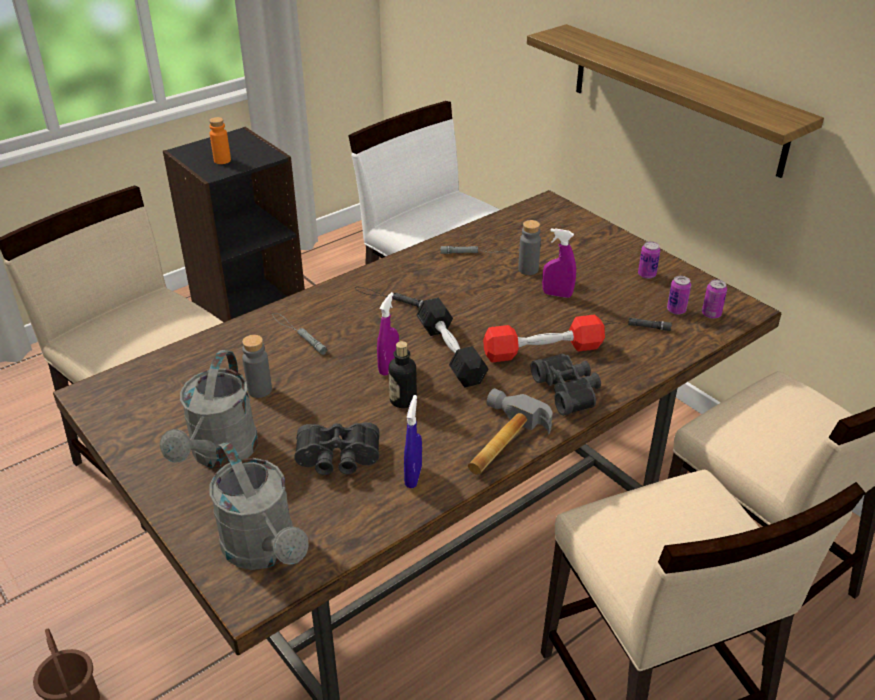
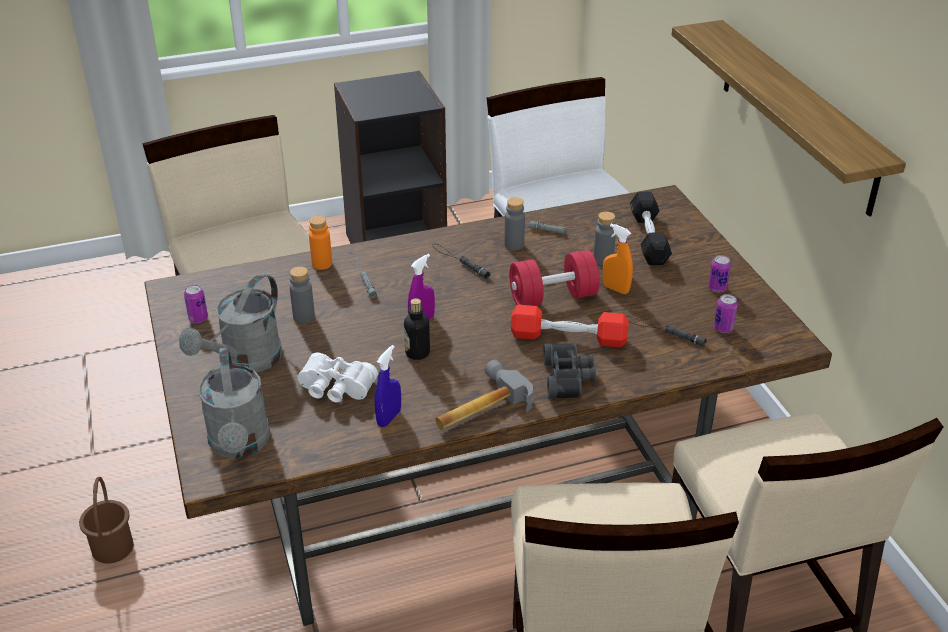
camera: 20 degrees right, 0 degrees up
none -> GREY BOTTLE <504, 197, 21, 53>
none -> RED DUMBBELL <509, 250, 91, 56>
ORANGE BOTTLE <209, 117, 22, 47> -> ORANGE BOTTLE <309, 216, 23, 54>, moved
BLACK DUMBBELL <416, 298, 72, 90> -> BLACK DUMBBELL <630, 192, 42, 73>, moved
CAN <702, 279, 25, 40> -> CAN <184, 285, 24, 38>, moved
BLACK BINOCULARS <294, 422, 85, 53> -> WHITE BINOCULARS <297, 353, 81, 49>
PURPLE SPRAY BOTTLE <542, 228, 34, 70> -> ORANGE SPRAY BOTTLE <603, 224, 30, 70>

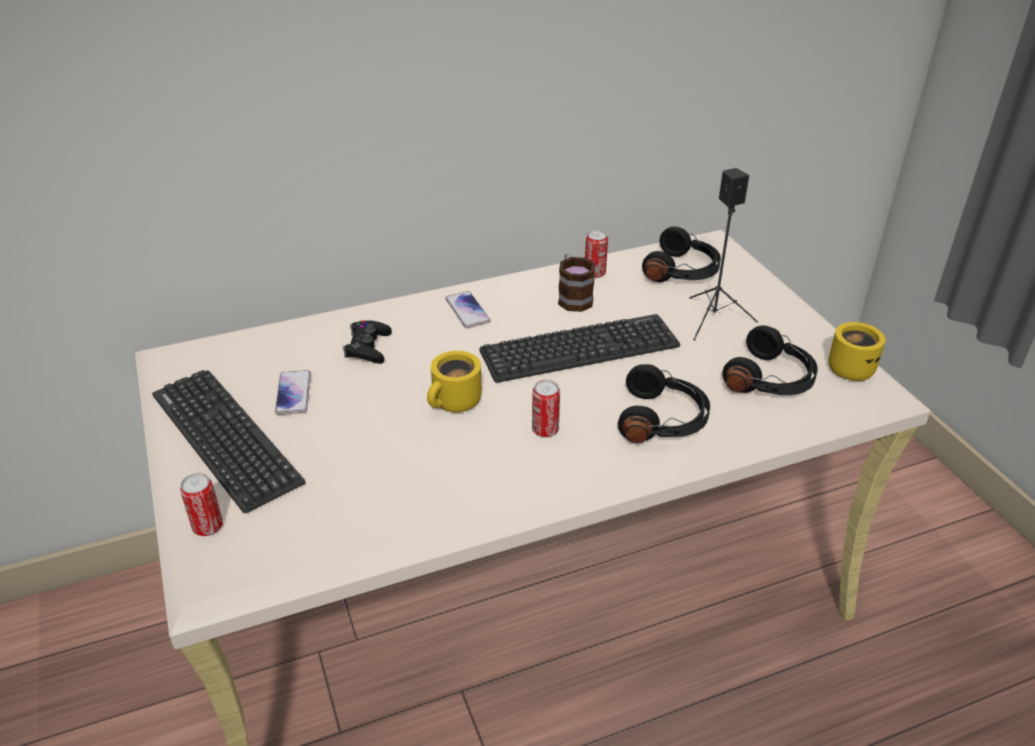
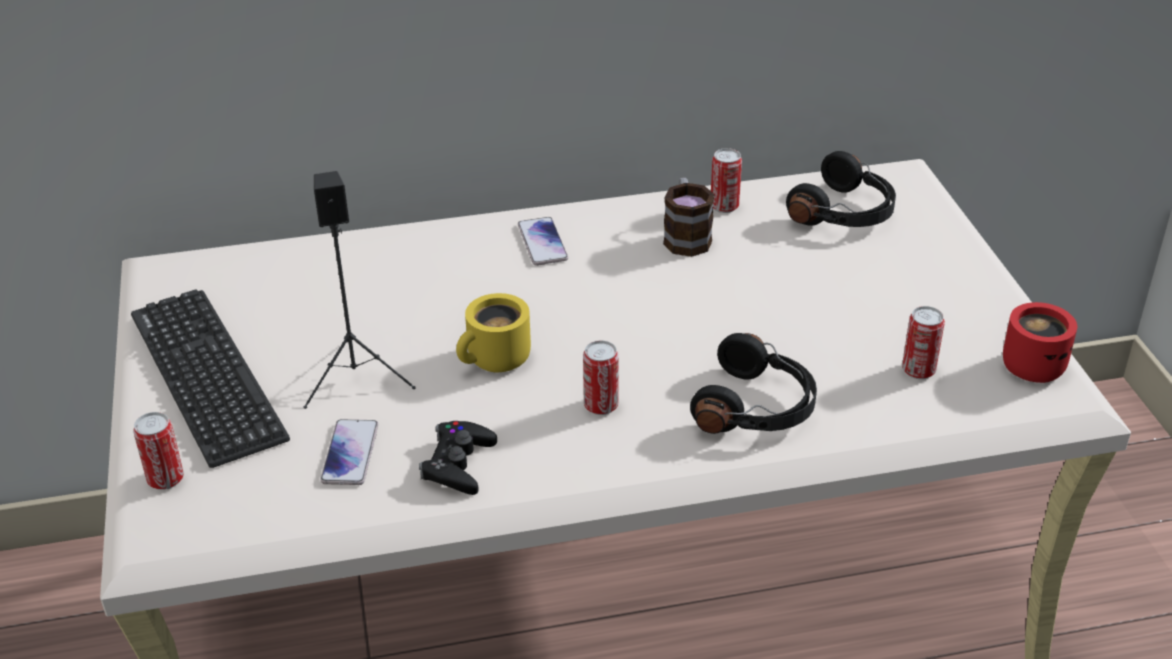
camera: 10 degrees right, 0 degrees up
KEYBOARD <479, 314, 201, 69> -> none
PHONE <275, 370, 36, 45> -> PHONE <320, 419, 58, 66>, moved
BLACK GAME CONTROLLER <343, 320, 49, 44> -> BLACK GAME CONTROLLER <419, 421, 78, 74>, moved
BLACK SPEAKER <689, 168, 69, 172> -> BLACK SPEAKER <303, 171, 113, 238>, moved
BLACK HEADPHONES <722, 325, 96, 70> -> CAN <902, 306, 43, 73>
YELLOW MUG <829, 322, 57, 59> -> RED MUG <1003, 302, 74, 81>

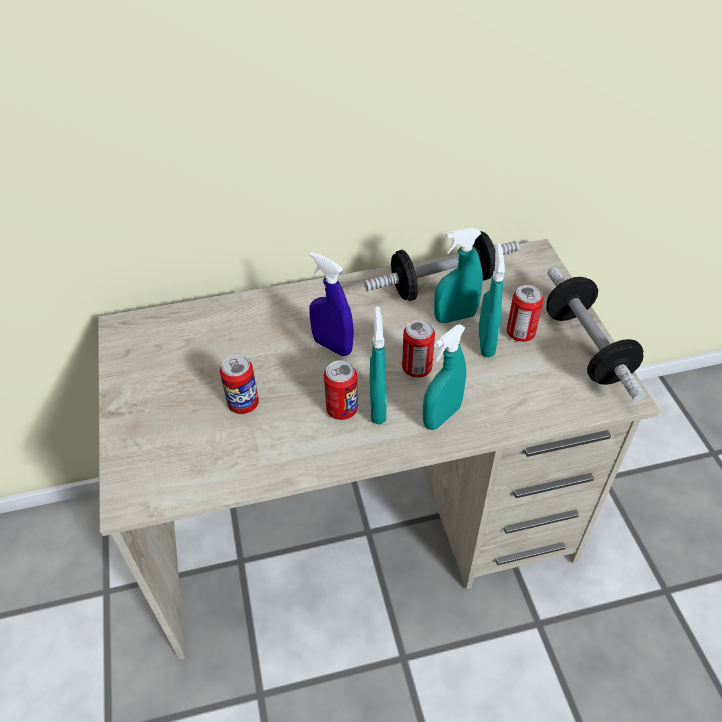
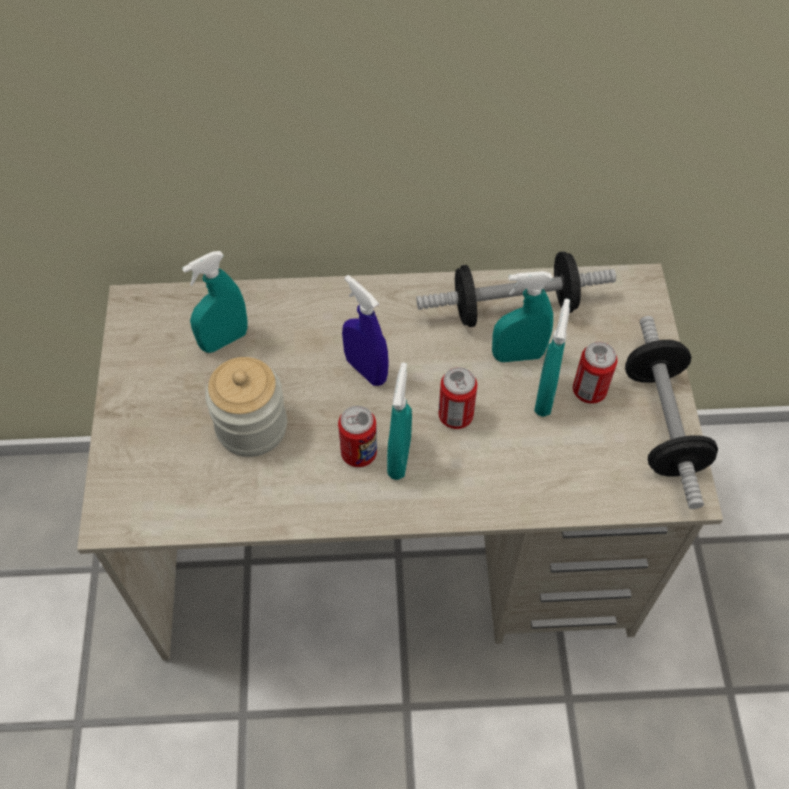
camera: 10 degrees right, 10 degrees up
TURQUOISE SPRAY BOTTLE <423, 324, 43, 106> -> TURQUOISE SPRAY BOTTLE <182, 251, 66, 102>, moved
CAN <220, 355, 39, 59> -> JAR <205, 357, 82, 100>

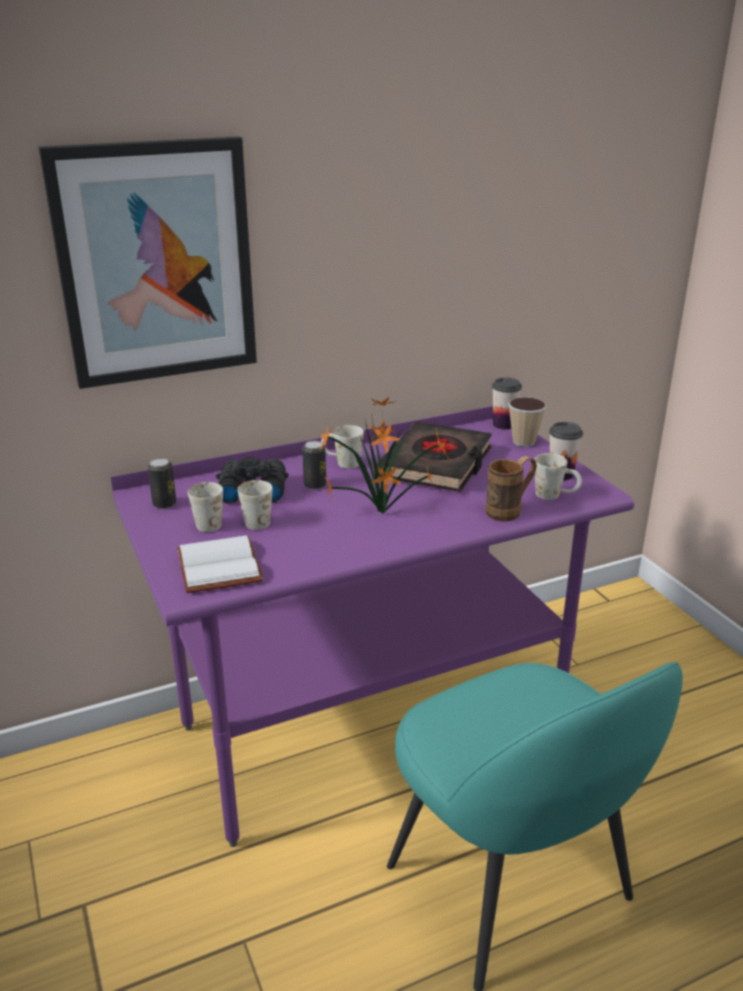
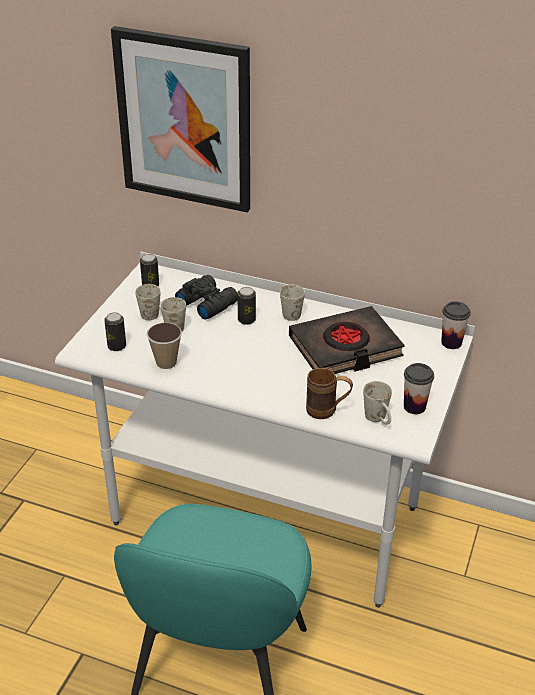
camera: 45 degrees right, 10 degrees up
POTTED PLANT <319, 397, 133, 117> -> none
CUP <508, 397, 39, 50> -> CUP <147, 323, 35, 46>, moved
WHITE BOOK <177, 535, 86, 58> -> CAN <104, 312, 22, 39>
PURPLE DESK <111, 406, 523, 441> -> WHITE DESK <55, 251, 420, 357>

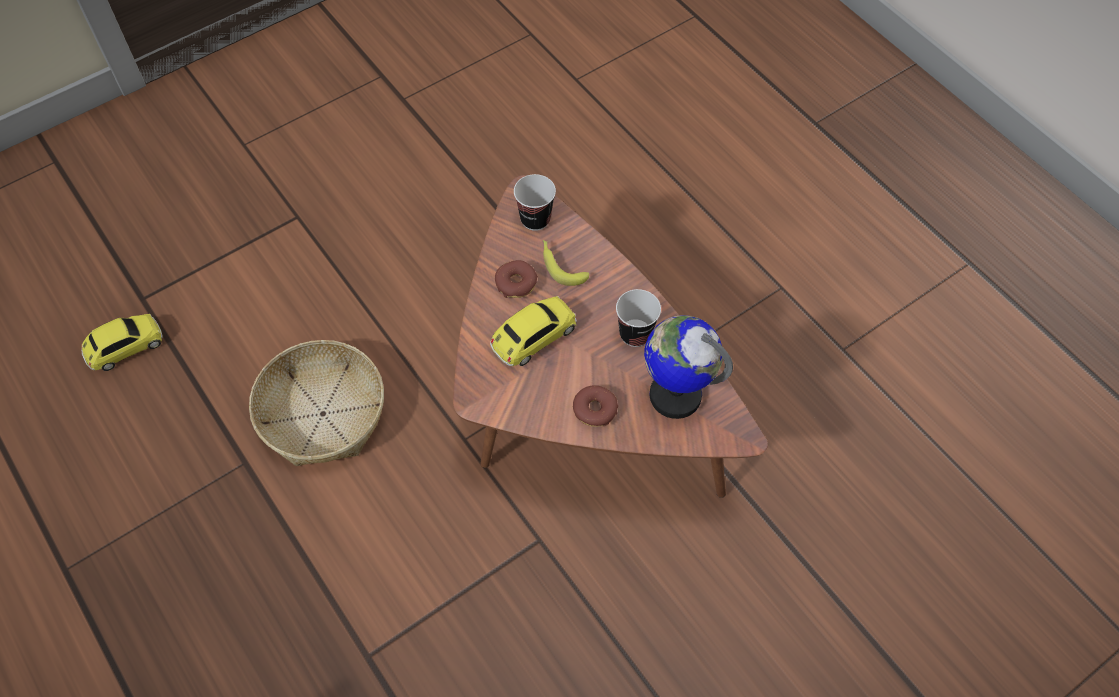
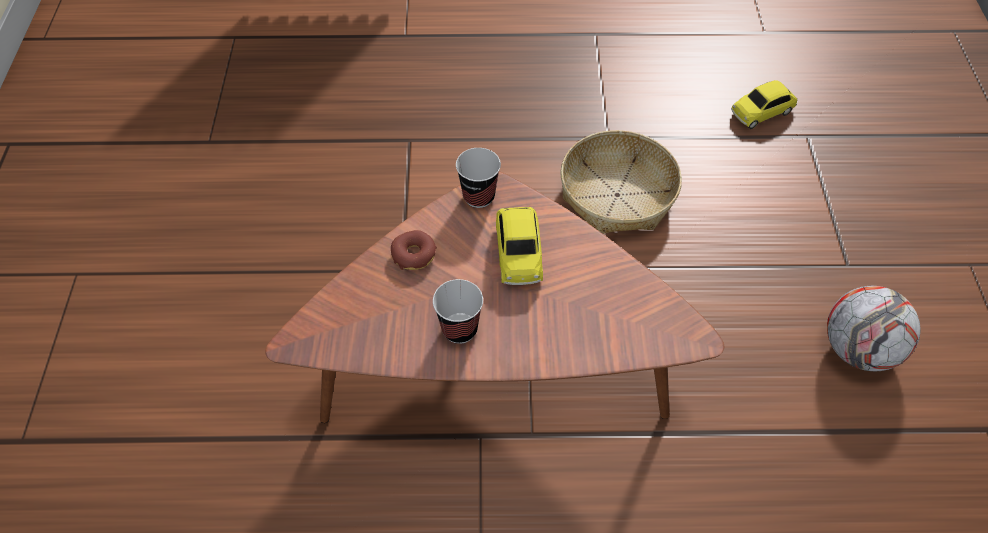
camera: 125 degrees right, 5 degrees down
DONUT <495, 260, 43, 38> -> none
BANANA <543, 240, 46, 46> -> none
GLOBE <644, 315, 89, 104> -> none
none -> FOOTBALL <827, 286, 93, 85>
CUP <514, 174, 42, 57> -> CUP <456, 148, 45, 60>, moved
TOY CAR <81, 314, 81, 57> -> TOY CAR <731, 80, 66, 49>, 60 degrees clockwise

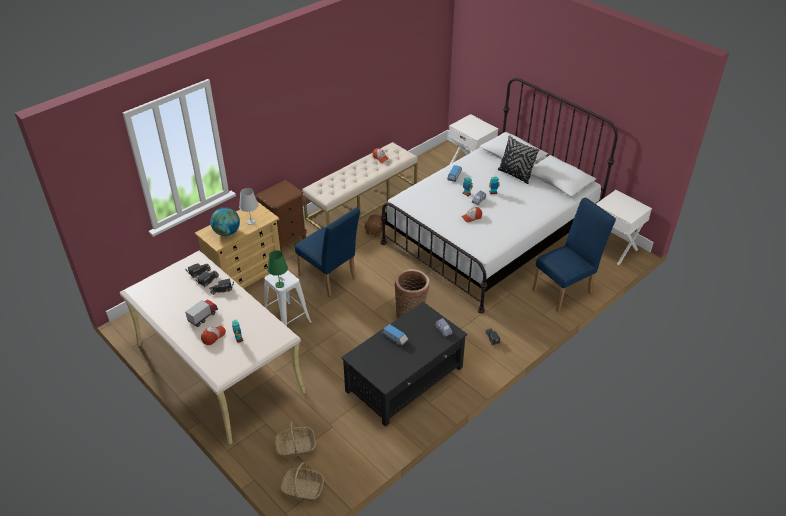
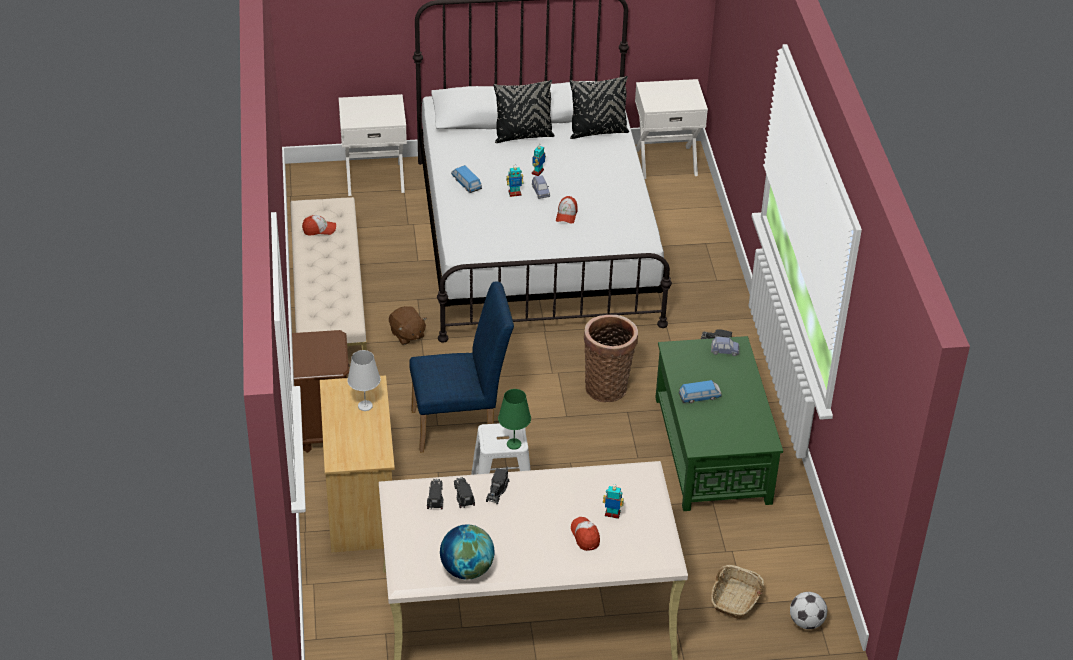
camera: 55 degrees left, 0 degrees up
TOY TRUCK <185, 299, 33, 28> -> none
BLUE CHAIR <532, 198, 84, 114> -> none
none -> BLACK PILLOW <570, 76, 59, 63>
GLOBE <210, 207, 30, 29> -> GLOBE <440, 524, 55, 56>, moved
BASKET <281, 462, 43, 39> -> FOOTBALL <790, 592, 37, 37>
BLACK COFFEE TABLE <341, 302, 126, 125> -> GREEN COFFEE TABLE <655, 336, 128, 175>

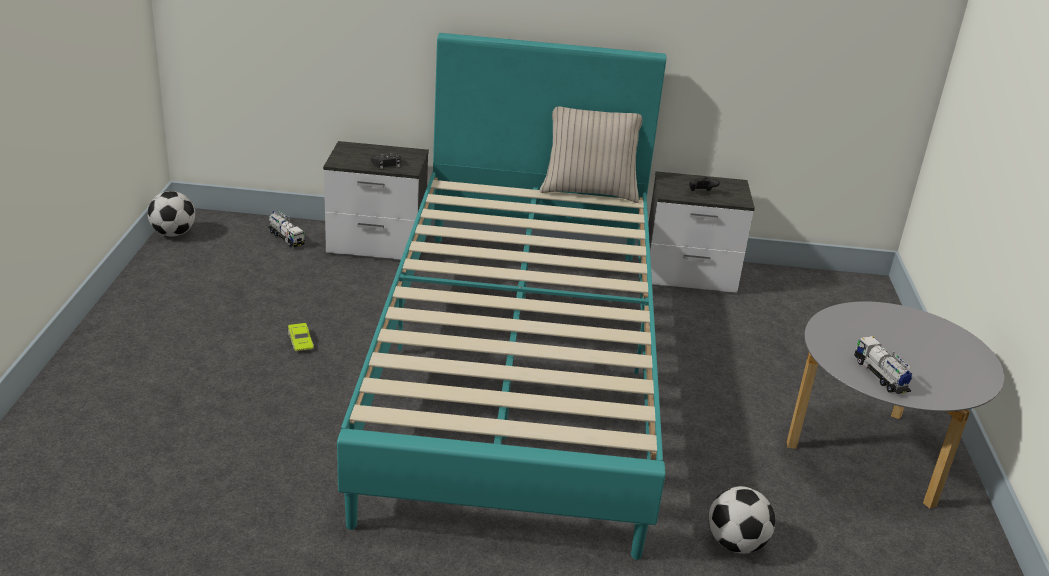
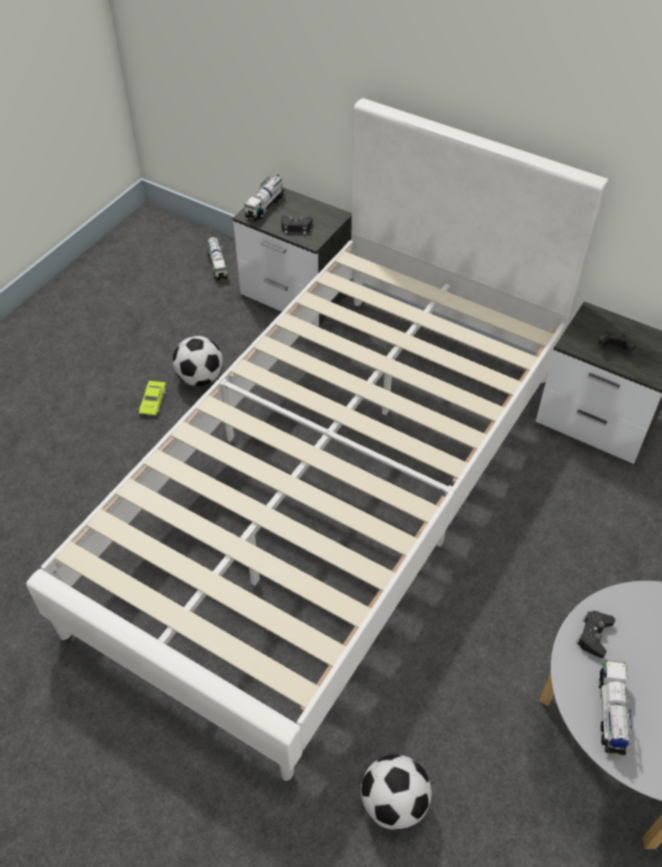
camera: 30 degrees right, 20 degrees up
BEIGE PILLOW <540, 106, 102, 97> -> none
none -> TOY TRUCK <244, 174, 41, 47>
none -> BLACK GAME CONTROLLER <576, 611, 39, 47>
FOOTBALL <148, 191, 47, 46> -> FOOTBALL <173, 336, 50, 50>, moved
TURQUOISE BED <337, 33, 329, 527> -> WHITE BED <26, 98, 582, 683>

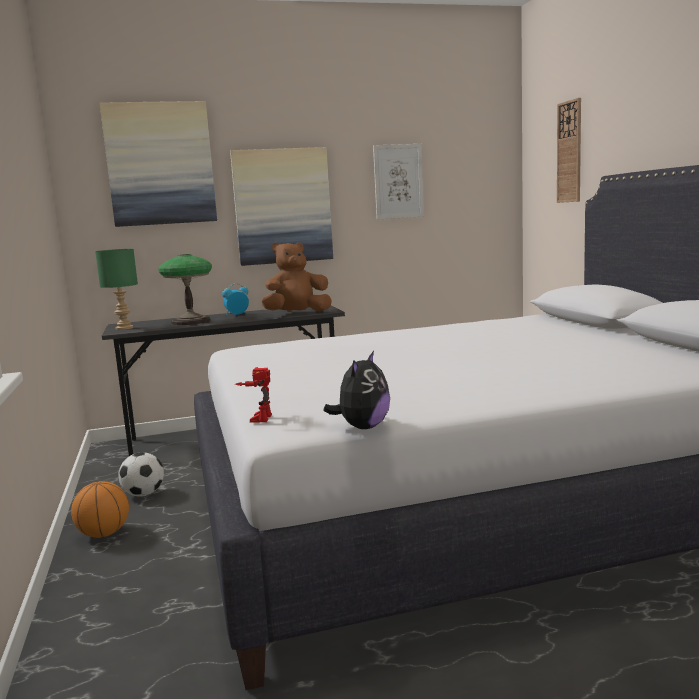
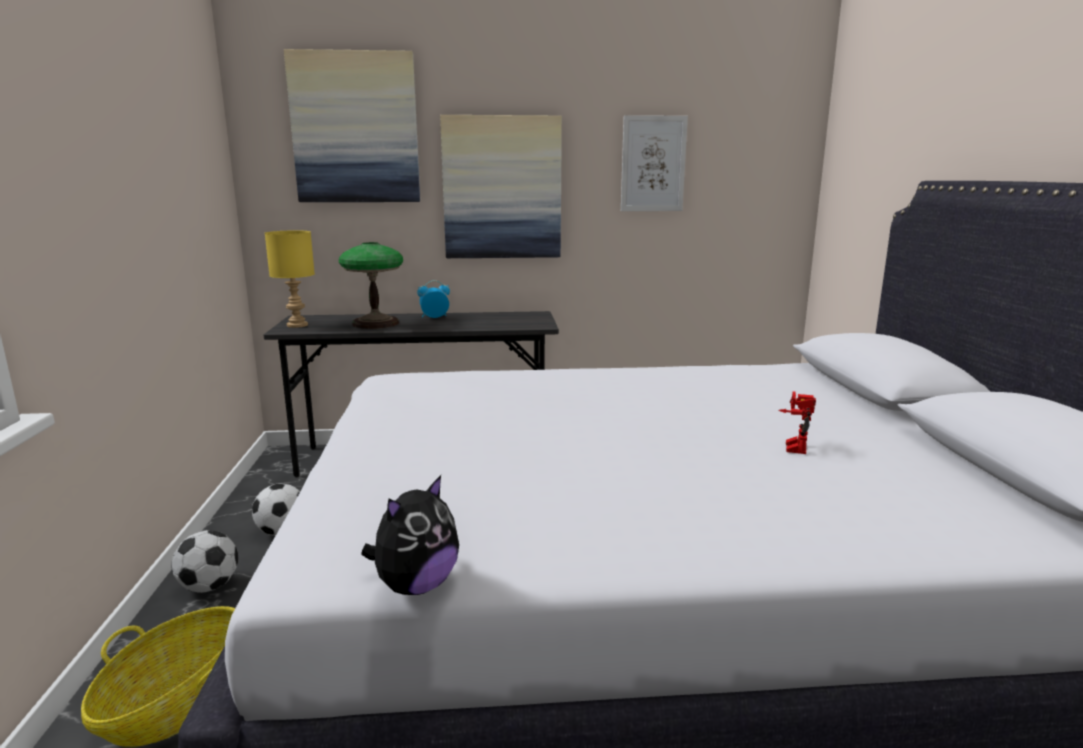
camera: 10 degrees right, 5 degrees up
BROWN PLUSH TOY <261, 242, 71, 70> -> none
WALL CLOCK <557, 98, 24, 105> -> none
none -> BASKET <81, 606, 154, 141>
TOY ROBOT <235, 367, 37, 56> -> TOY ROBOT <778, 391, 38, 63>, moved
BASKETBALL <71, 481, 58, 57> -> FOOTBALL <172, 530, 66, 63>
GREEN TABLE LAMP <95, 249, 43, 81> -> YELLOW TABLE LAMP <265, 230, 50, 98>

